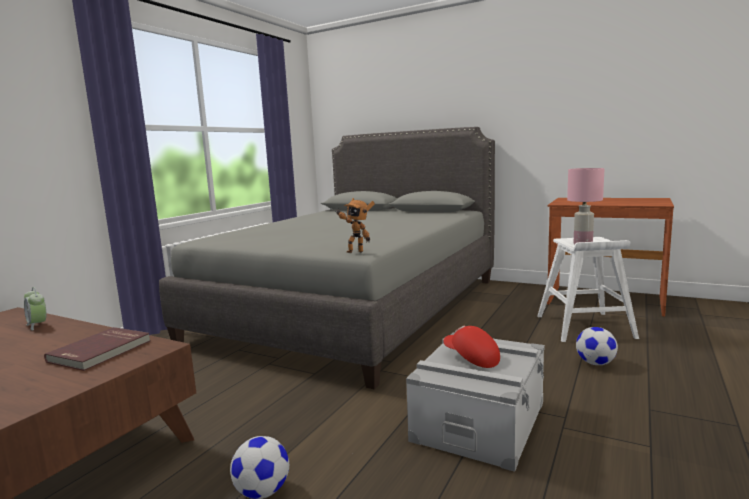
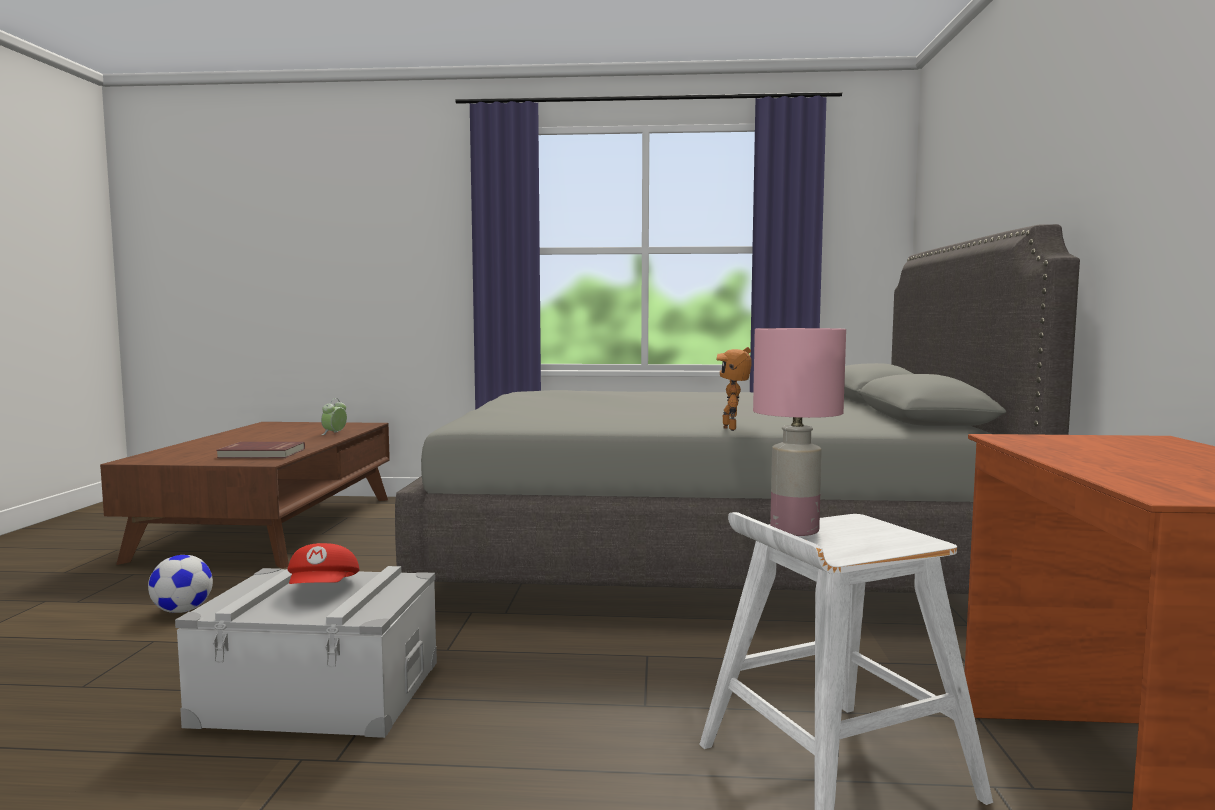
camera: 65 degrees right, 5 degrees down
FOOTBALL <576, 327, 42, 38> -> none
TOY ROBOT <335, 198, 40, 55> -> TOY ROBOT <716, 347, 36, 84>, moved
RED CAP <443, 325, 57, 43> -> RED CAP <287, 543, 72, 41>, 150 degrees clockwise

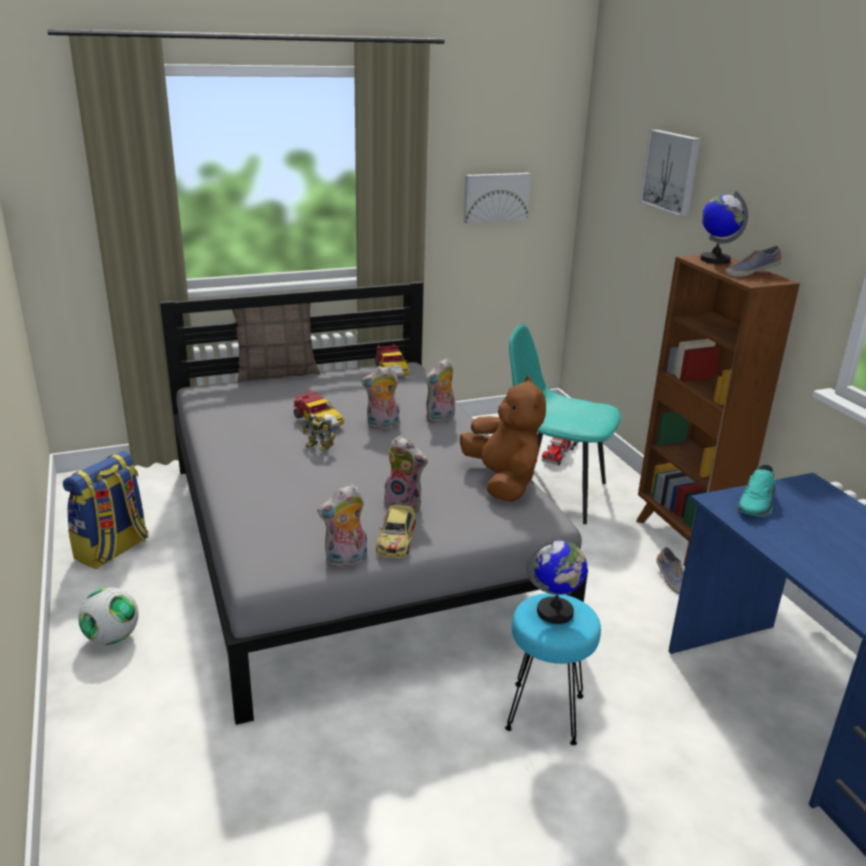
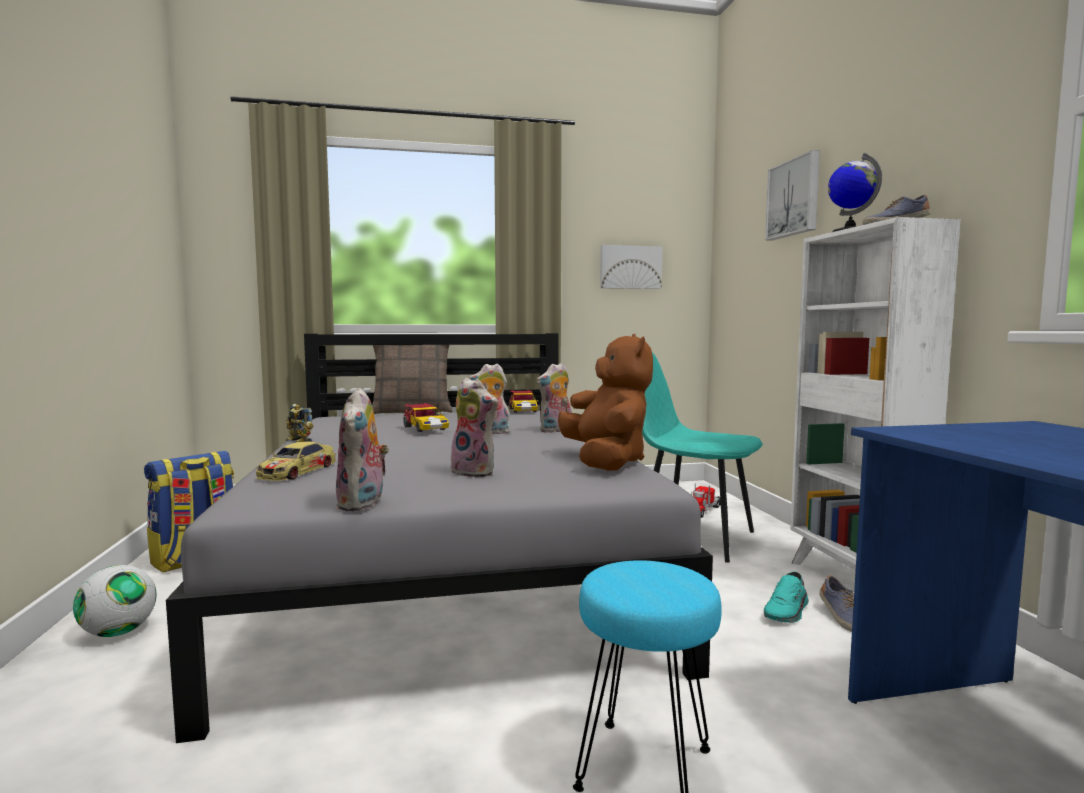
camera: 10 degrees right, 20 degrees down
GLOBE <526, 538, 61, 86> -> none
TOY ROBOT <303, 413, 33, 38> -> TOY ROBOT <286, 404, 28, 38>, moved
TOY CAR <376, 505, 40, 54> -> TOY CAR <256, 442, 80, 39>, moved
TURQUOISE SHOE <738, 464, 38, 53> -> TURQUOISE SHOE <764, 572, 45, 51>, moved
BROWN BOOKCASE <636, 255, 164, 311> -> WHITE BOOKCASE <790, 217, 170, 353>
PLUSH TOY <317, 484, 50, 85> -> PLUSH TOY <336, 388, 53, 124>, 75 degrees counterclockwise

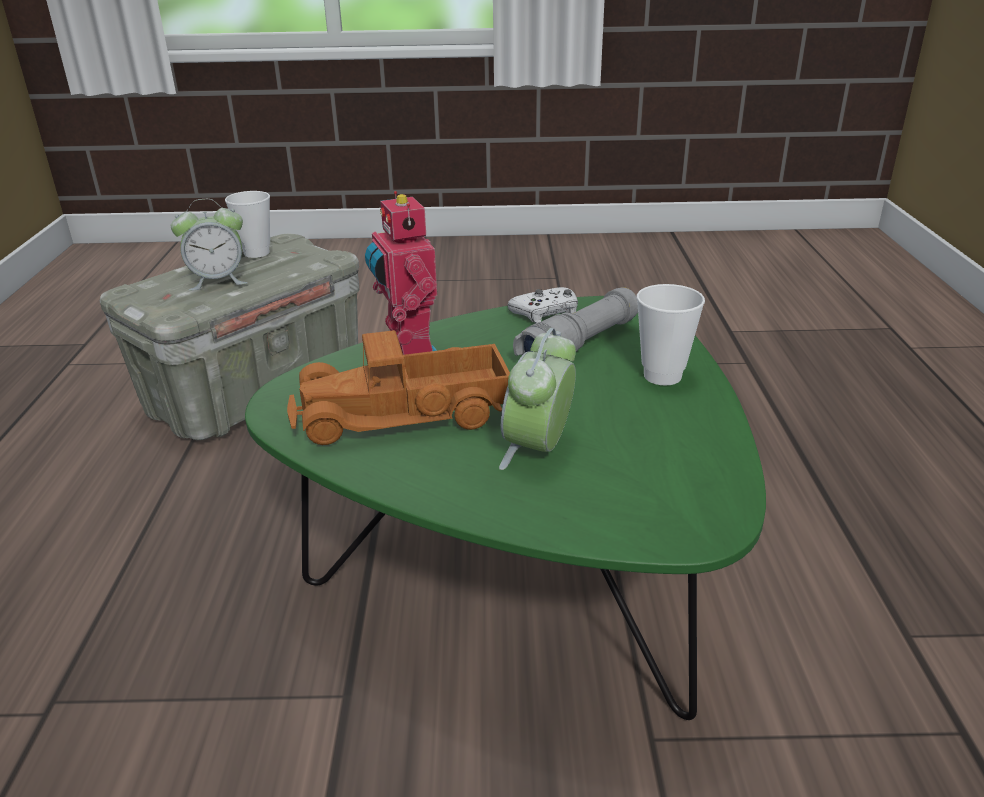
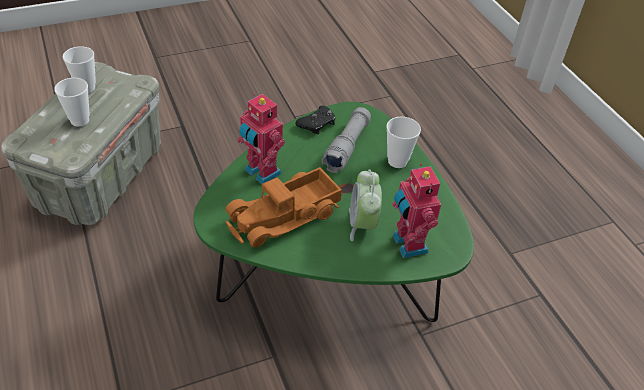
camera: 25 degrees left, 15 degrees up
none -> TOY ROBOT <392, 164, 49, 94>
ALARM CLOCK <171, 199, 77, 92> -> CUP <54, 78, 36, 49>
WHITE GAME CONTROLLER <508, 287, 70, 36> -> BLACK GAME CONTROLLER <296, 106, 39, 28>

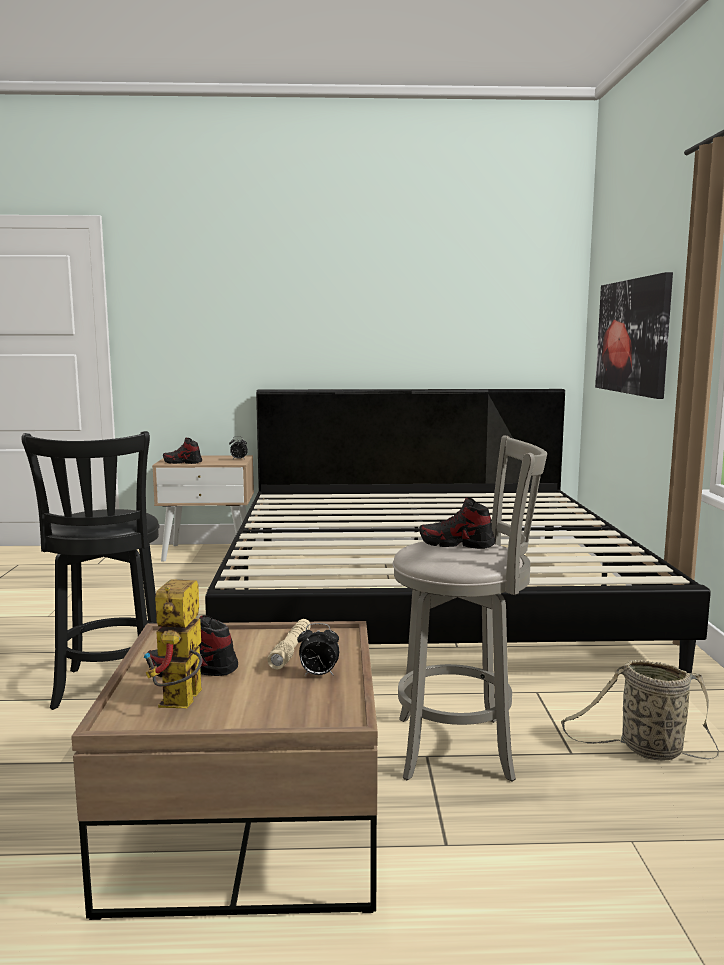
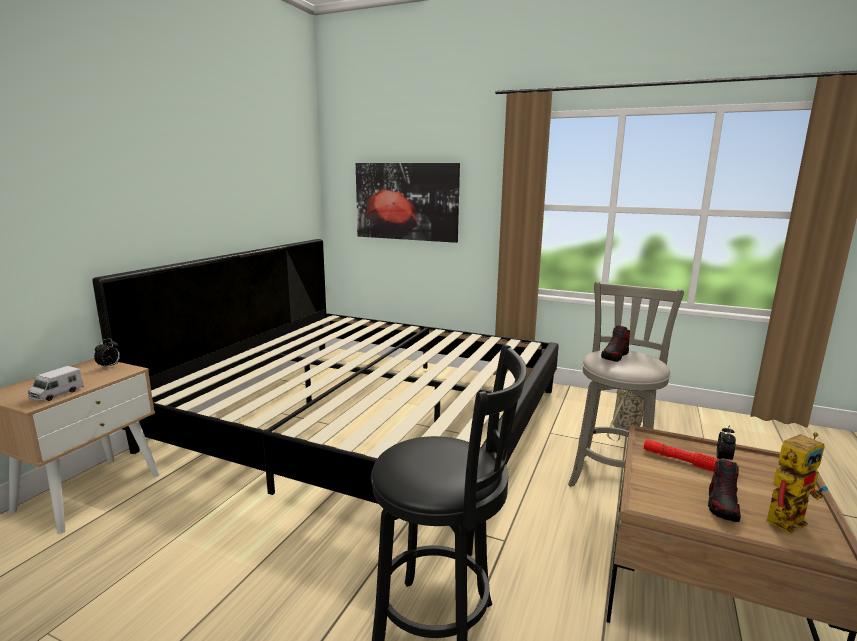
camera: 65 degrees left, 5 degrees up
SHOE <163, 438, 39, 26> -> TOY TRUCK <28, 366, 56, 36>
BEIGE FLASHLIGHT <267, 619, 43, 50> -> RED FLASHLIGHT <644, 440, 75, 31>
TOY ROBOT <144, 579, 58, 129> -> TOY ROBOT <766, 432, 62, 102>, 60 degrees counterclockwise

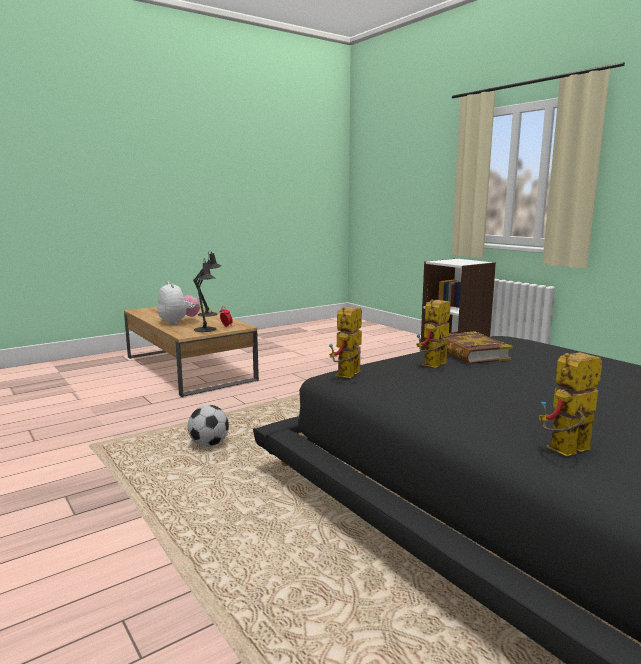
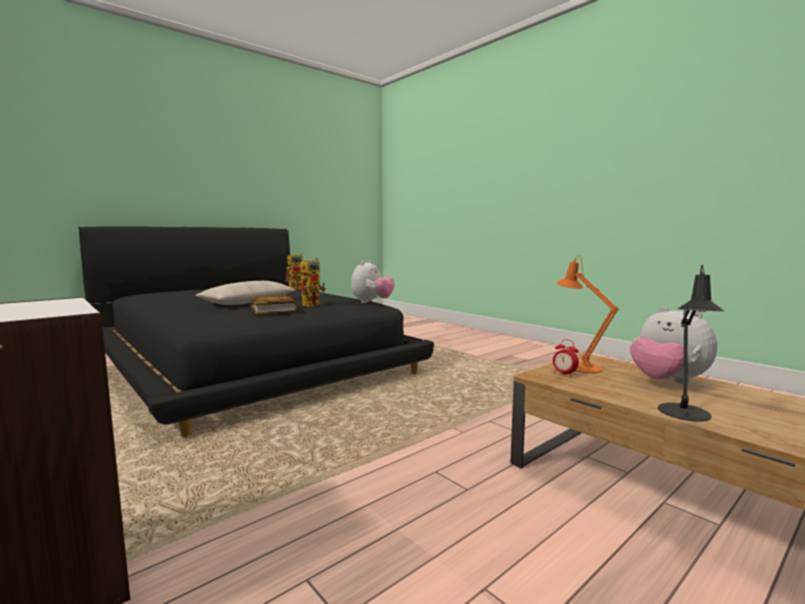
camera: 175 degrees right, 5 degrees down
FOOTBALL <188, 405, 41, 42> -> none
none -> BEIGE PILLOW <195, 281, 101, 24>
TOY ROBOT <329, 307, 33, 71> -> PLUSH TOY <351, 260, 44, 43>
BLACK TABLE LAMP <194, 258, 23, 74> -> ORANGE TABLE LAMP <556, 256, 62, 117>

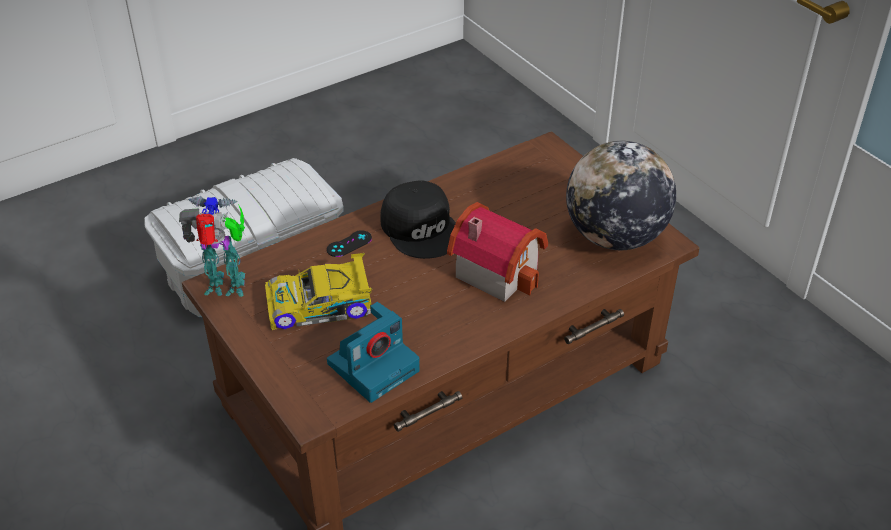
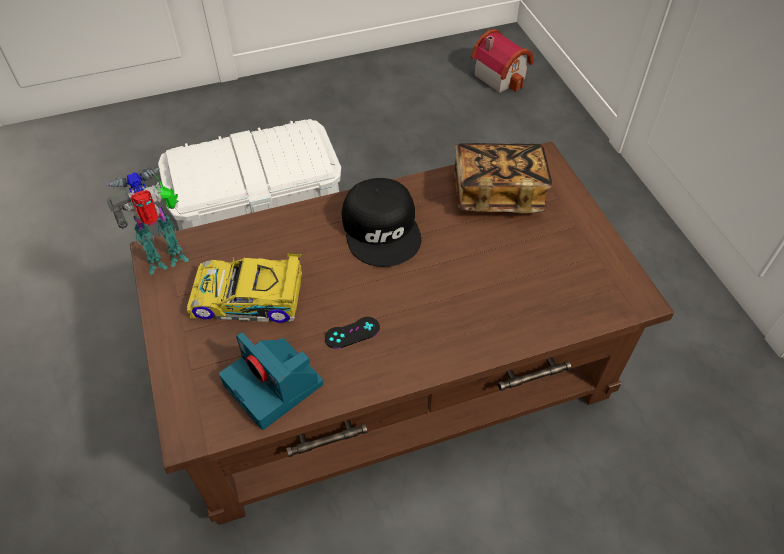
camera: 15 degrees right, 10 degrees up
GLOBE <566, 141, 110, 109> -> none
none -> BOOK <454, 143, 99, 70>
BLACK GAME CONTROLLER <327, 230, 45, 27> -> BLACK GAME CONTROLLER <325, 317, 55, 32>, moved
TOY HOUSE <447, 202, 101, 100> -> TOY HOUSE <471, 29, 63, 64>, moved
TOY ROBOT <179, 195, 66, 102> -> TOY ROBOT <106, 168, 83, 106>, 45 degrees counterclockwise
PHOTO CAMERA <327, 302, 93, 101> -> PHOTO CAMERA <219, 332, 104, 98>, 75 degrees clockwise

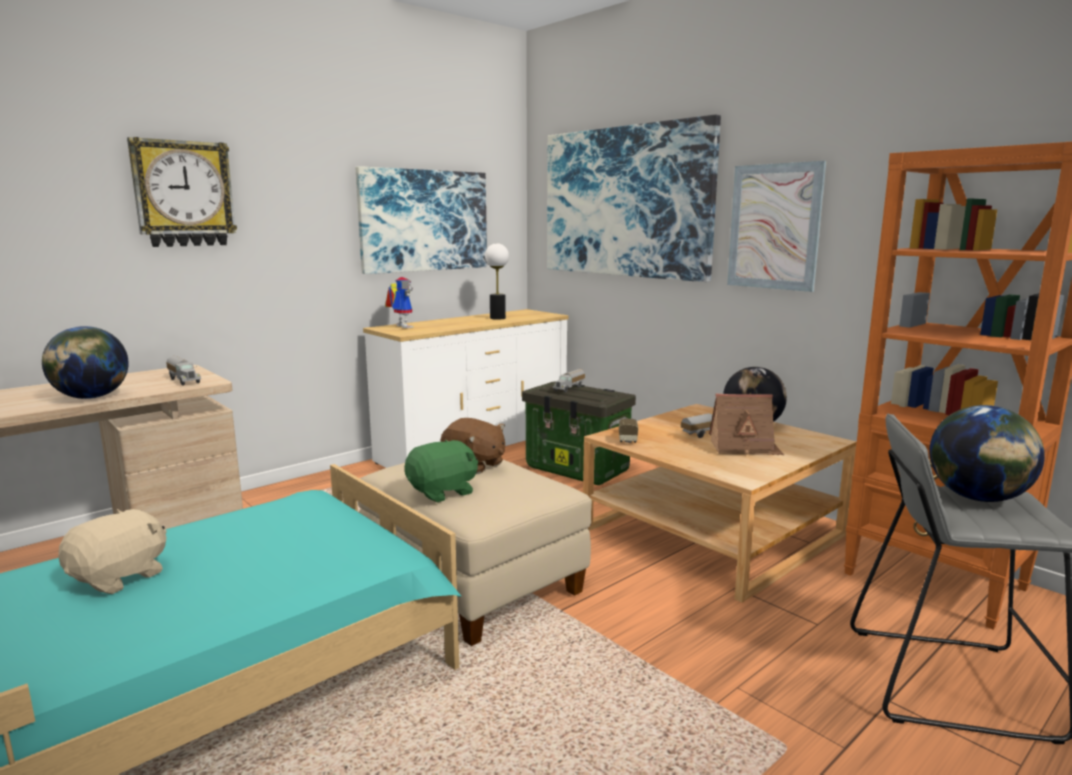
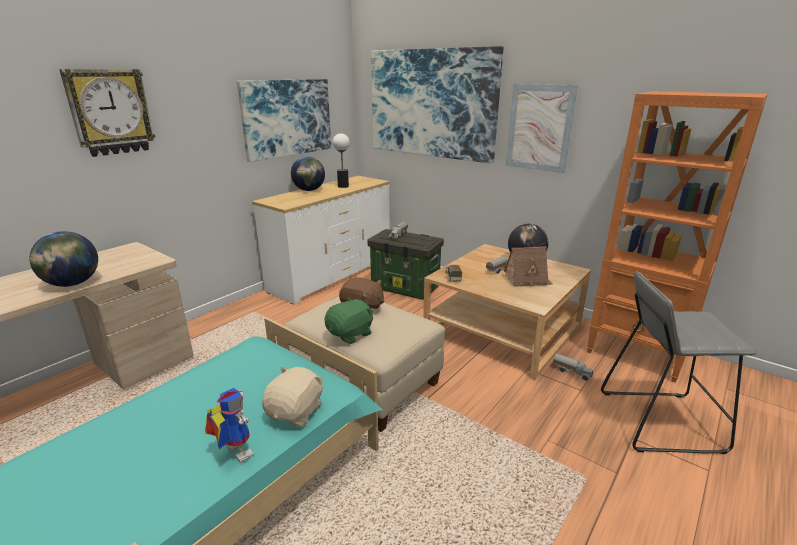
camera: 10 degrees left, 10 degrees up
BEIGE PLUSH TOY <58, 509, 109, 85> -> BEIGE PLUSH TOY <262, 367, 62, 59>, moved
TOY TRUCK <166, 356, 35, 30> -> TOY TRUCK <553, 353, 41, 28>, moved
TOY ROBOT <385, 277, 29, 51> -> TOY ROBOT <205, 388, 49, 75>, moved
GLOBE <929, 405, 116, 97> -> GLOBE <291, 157, 34, 34>, moved

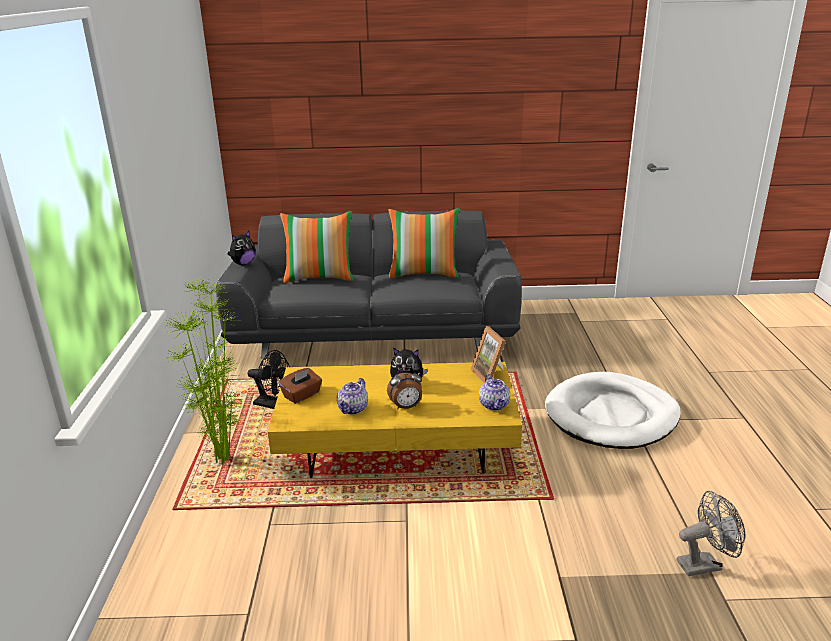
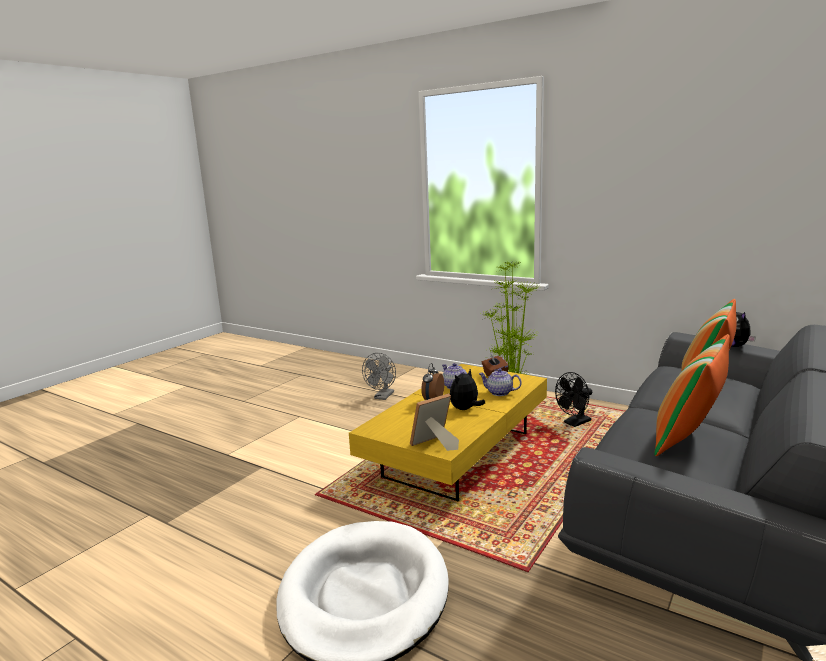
camera: 125 degrees right, 10 degrees down
TEAPOT <479, 374, 31, 37> -> TEAPOT <479, 369, 43, 27>, moved
GREY FAN <677, 491, 69, 85> -> GREY FAN <362, 353, 34, 47>, moved
PICTURE FRAME <470, 326, 36, 57> -> PICTURE FRAME <410, 393, 49, 58>, 45 degrees counterclockwise

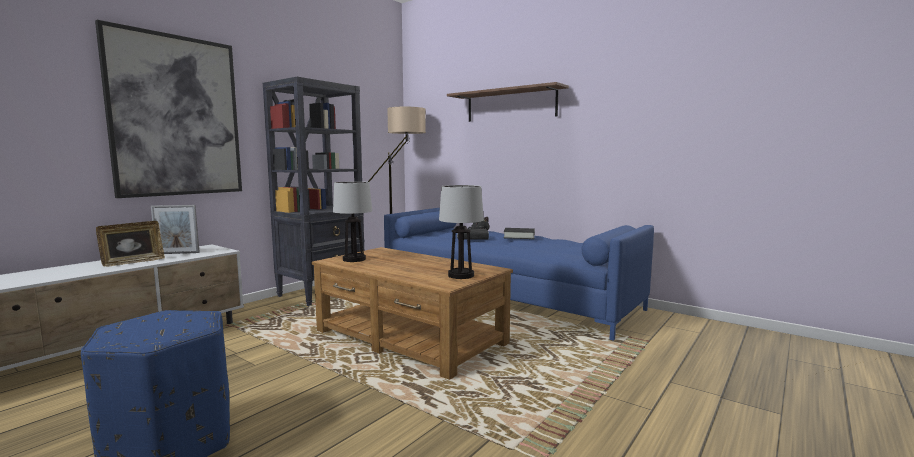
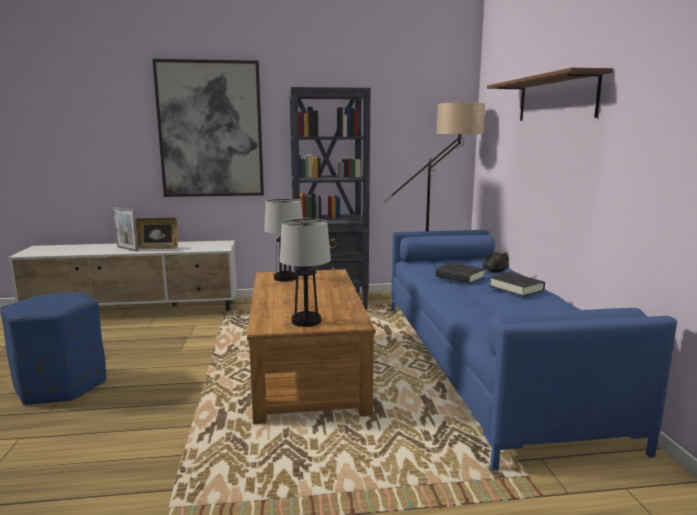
camera: 45 degrees right, 5 degrees up
PICTURE FRAME <151, 205, 49, 49> -> PICTURE FRAME <113, 207, 25, 44>, moved

